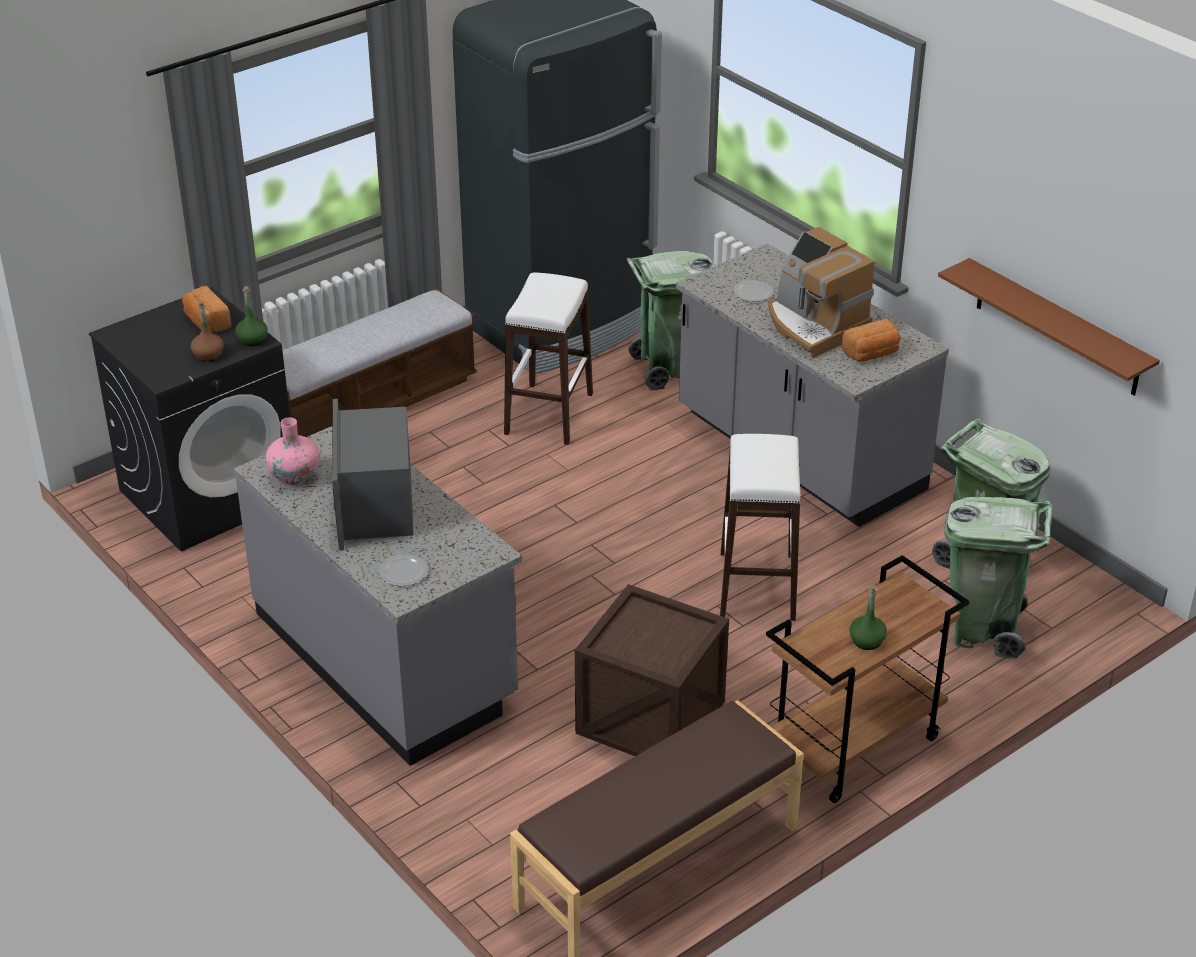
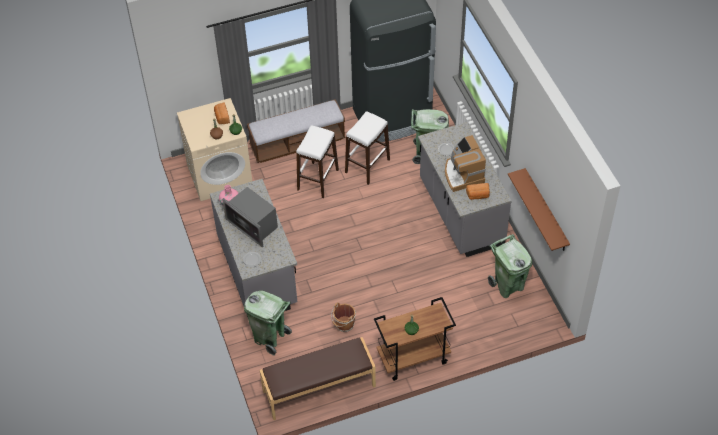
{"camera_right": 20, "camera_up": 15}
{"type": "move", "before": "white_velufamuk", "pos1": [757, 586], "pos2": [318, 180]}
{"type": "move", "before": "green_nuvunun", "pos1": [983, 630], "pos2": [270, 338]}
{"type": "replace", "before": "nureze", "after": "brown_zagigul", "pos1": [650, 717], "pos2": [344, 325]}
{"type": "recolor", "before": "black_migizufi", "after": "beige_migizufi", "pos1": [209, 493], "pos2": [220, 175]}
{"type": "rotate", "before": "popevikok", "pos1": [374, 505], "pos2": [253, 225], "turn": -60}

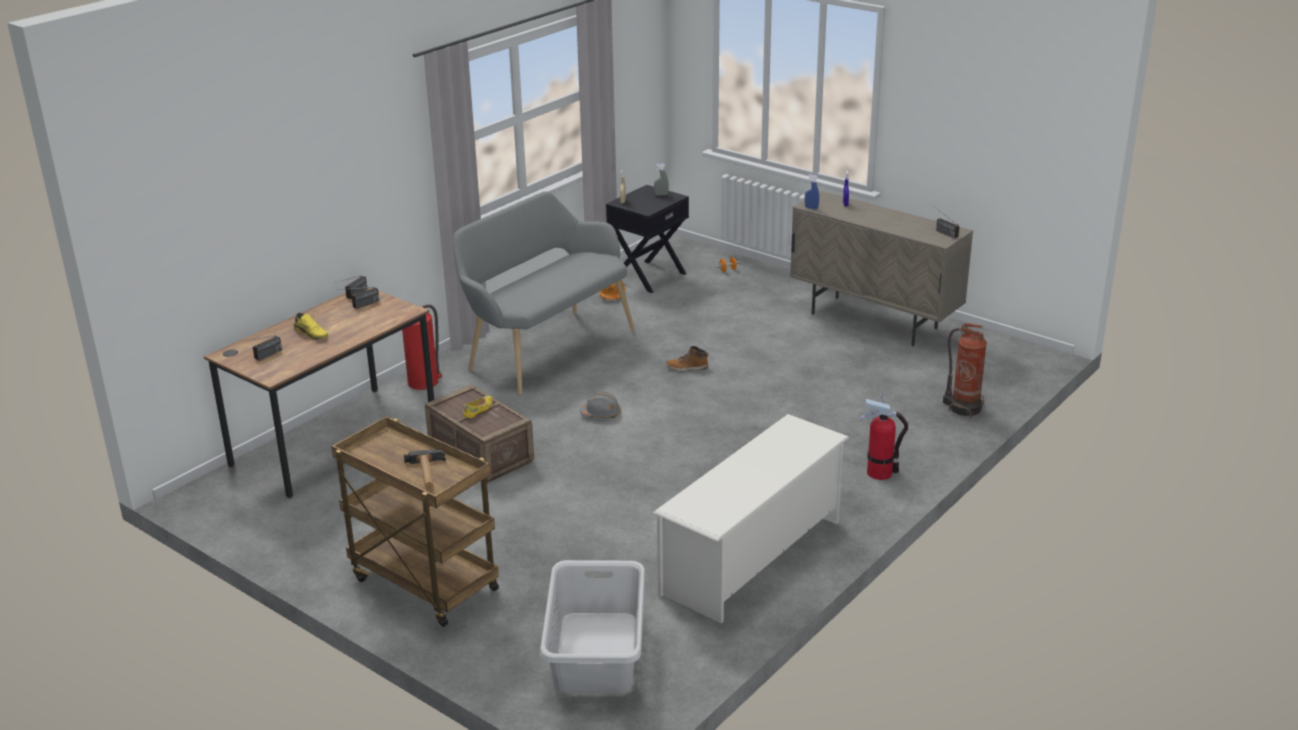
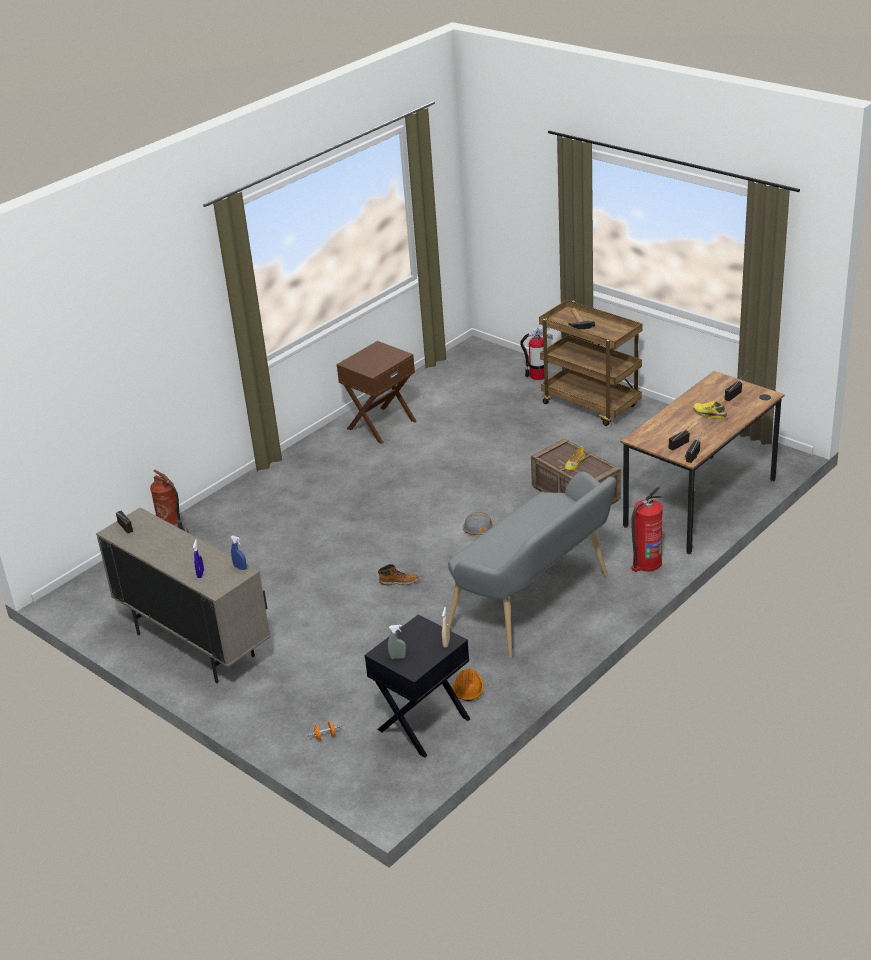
{"camera_right": -175, "camera_up": 5}
{"type": "delete", "before": "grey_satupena", "pos1": [595, 653]}
{"type": "move", "before": "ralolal", "pos1": [879, 473], "pos2": [538, 376]}
{"type": "replace", "before": "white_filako", "after": "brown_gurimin", "pos1": [752, 557], "pos2": [381, 424]}

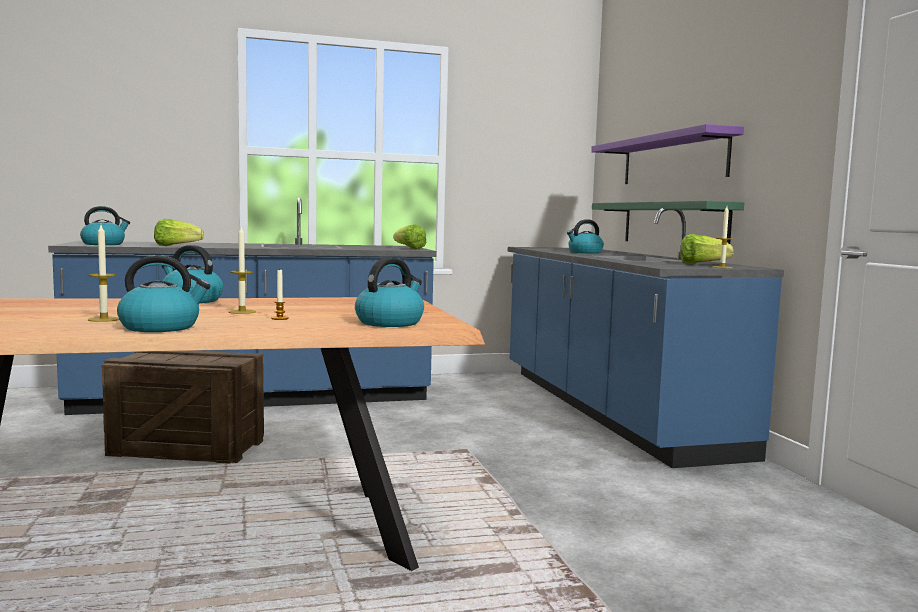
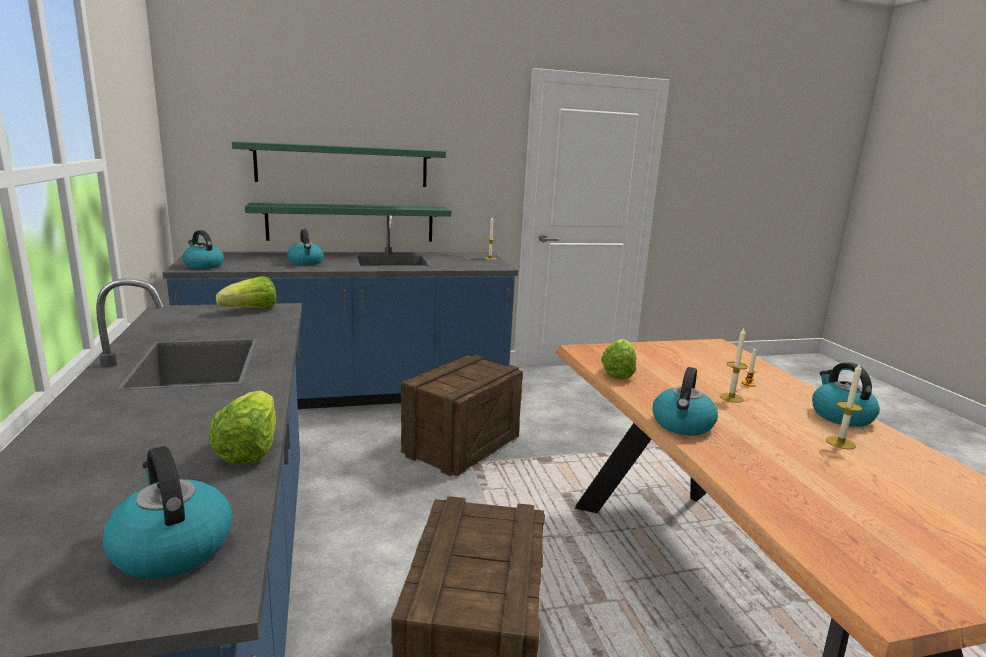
{"camera_right": -90, "camera_up": 10}
{"type": "insert", "after": "nureze", "pos2": [462, 445]}
{"type": "move", "before": "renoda", "pos1": [390, 322], "pos2": [203, 266]}
{"type": "move", "before": "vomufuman", "pos1": [701, 264], "pos2": [618, 372]}
{"type": "recolor", "before": "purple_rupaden", "after": "green_rupaden", "pos1": [672, 159], "pos2": [343, 165]}

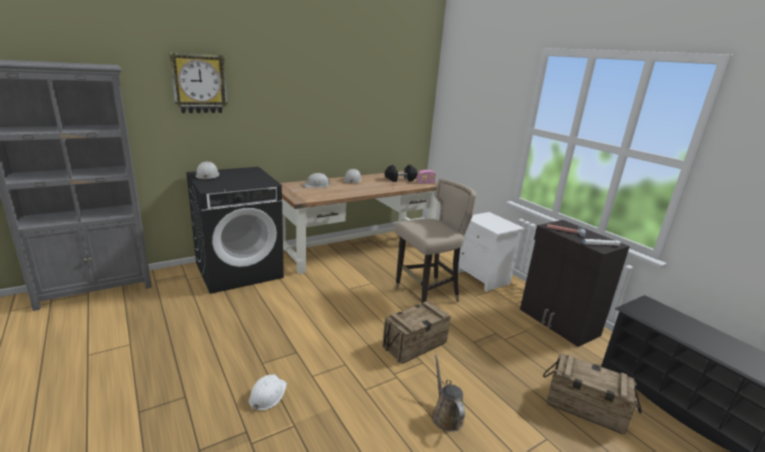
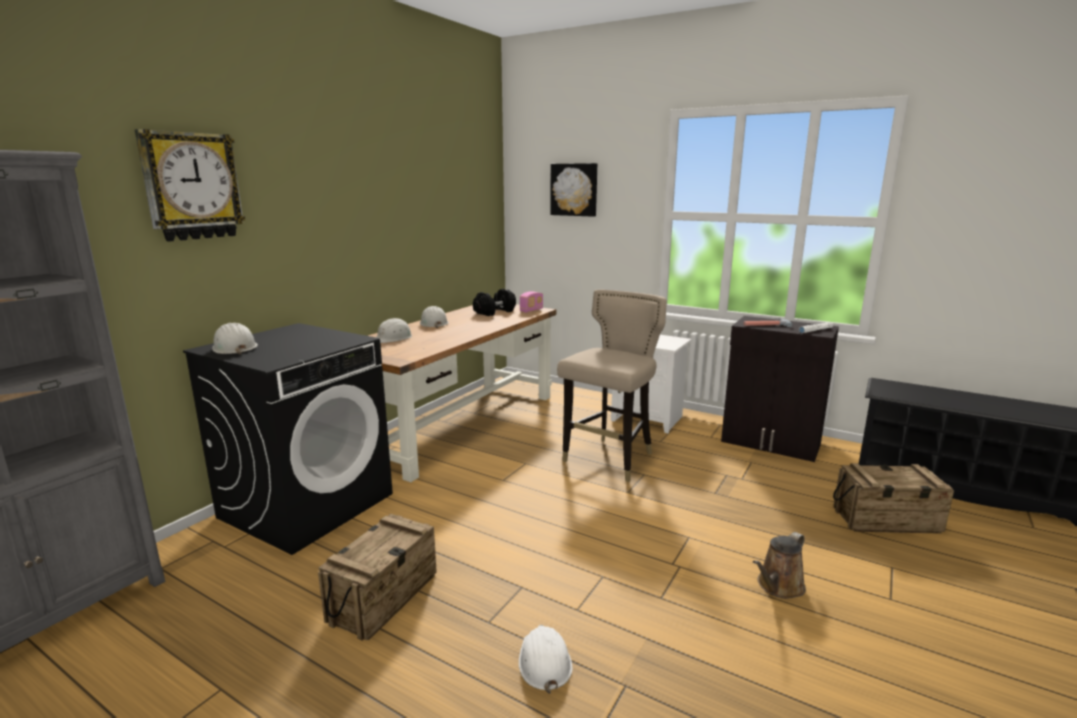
{"camera_right": -25, "camera_up": -5}
{"type": "insert", "after": "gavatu", "pos2": [574, 189]}
{"type": "move", "before": "nureze", "pos1": [414, 345], "pos2": [383, 597]}
{"type": "rotate", "before": "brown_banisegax", "pos1": [446, 415], "pos2": [778, 586], "turn": -90}

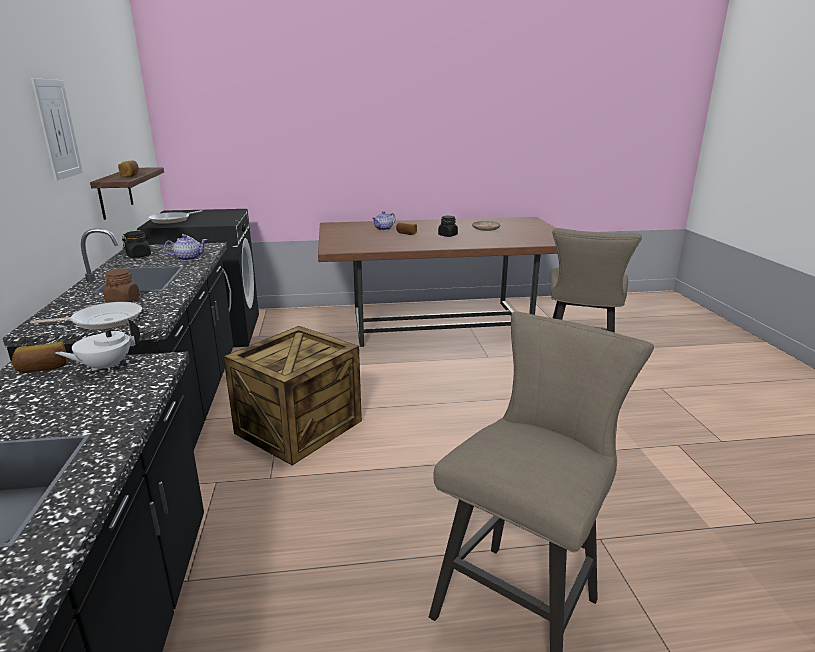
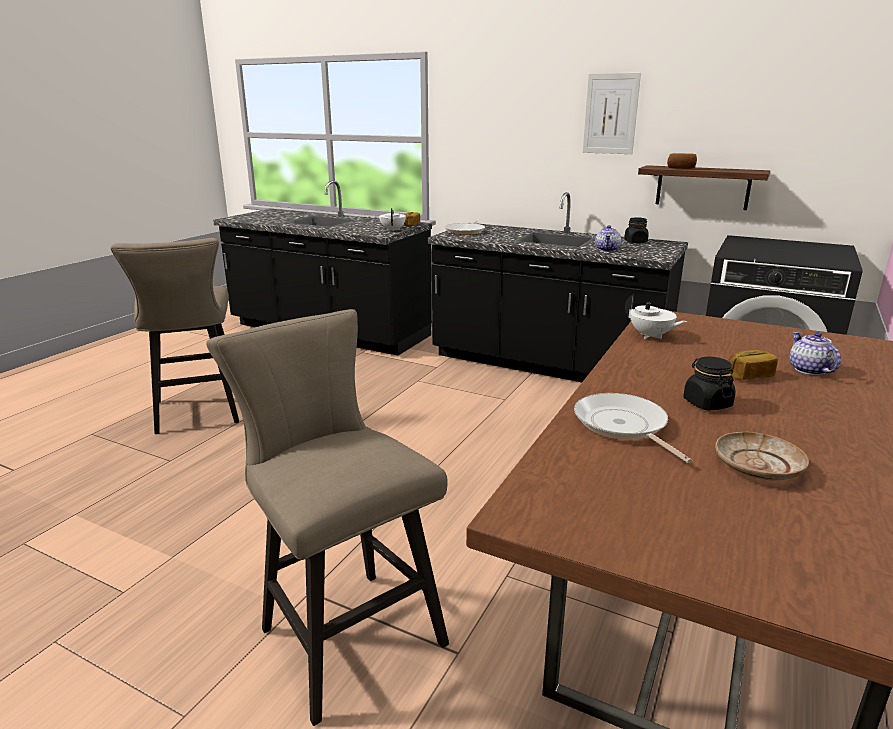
{"camera_right": 125, "camera_up": 0}
{"type": "delete", "before": "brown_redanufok", "pos1": [123, 301]}
{"type": "delete", "before": "nureze", "pos1": [298, 426]}
{"type": "insert", "after": "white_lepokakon", "pos2": [650, 336]}
{"type": "move", "before": "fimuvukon", "pos1": [172, 220], "pos2": [623, 426]}

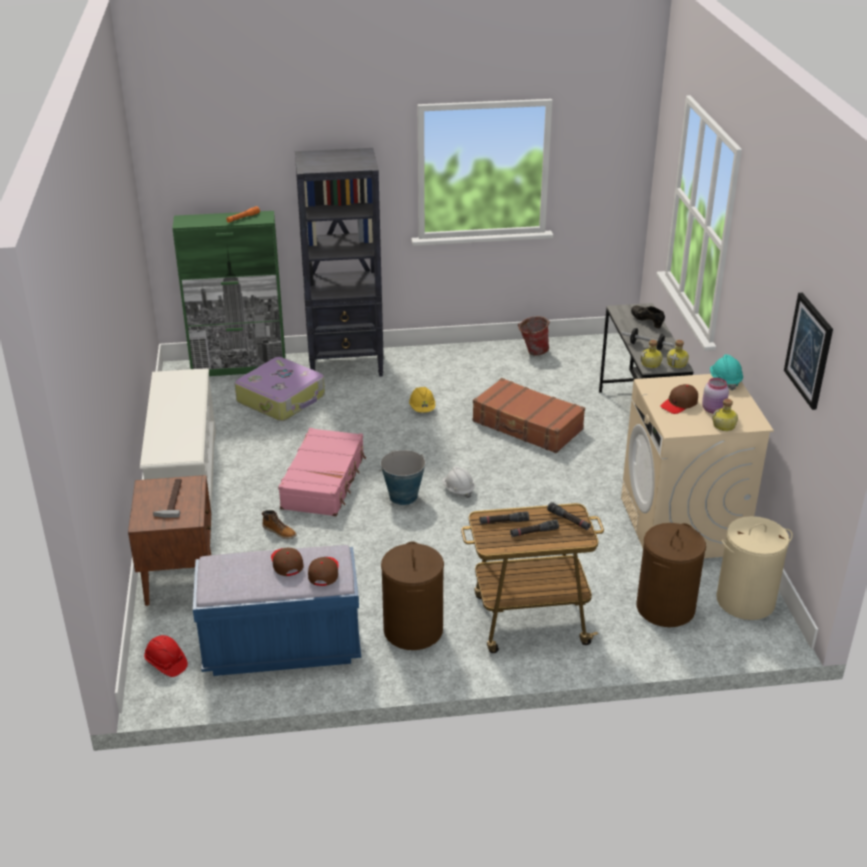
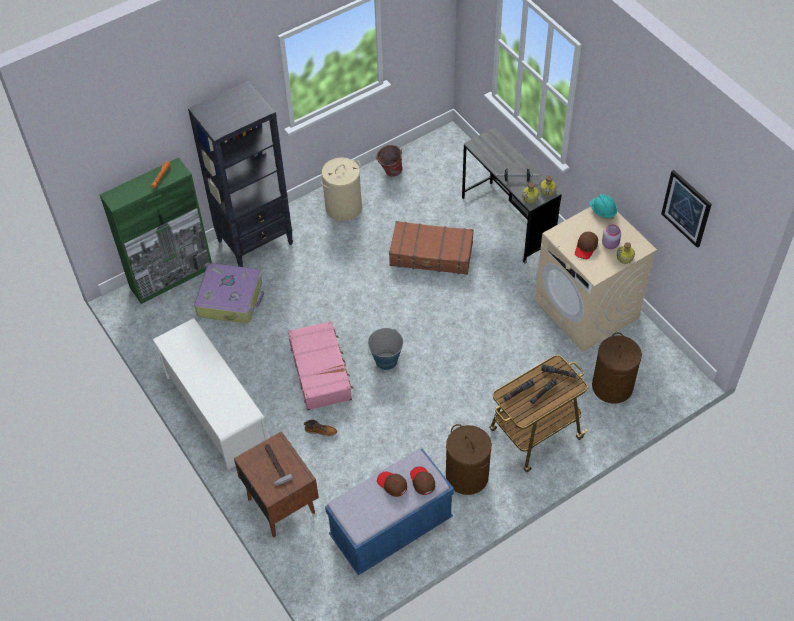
{"camera_right": -25, "camera_up": 20}
{"type": "delete", "before": "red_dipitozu", "pos1": [166, 663]}
{"type": "delete", "before": "yellow_dipitozu", "pos1": [422, 408]}
{"type": "delete", "before": "white_dipitozu", "pos1": [458, 490]}
{"type": "delete", "before": "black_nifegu", "pos1": [647, 322]}
{"type": "move", "before": "beige_satupena", "pos1": [745, 601], "pos2": [343, 207]}

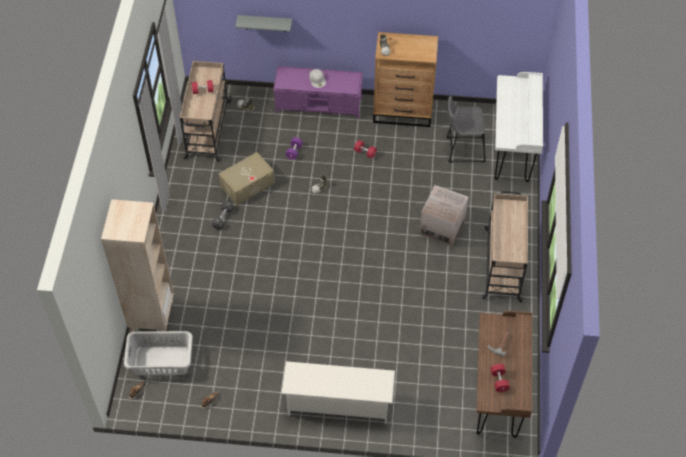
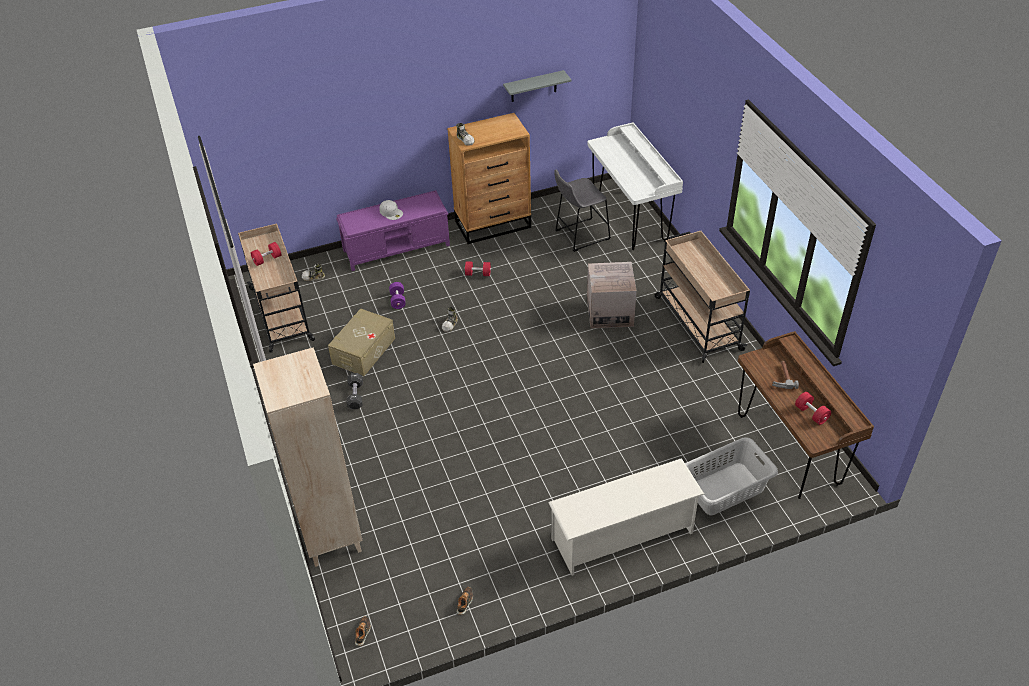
{"camera_right": -25, "camera_up": -10}
{"type": "move", "before": "grey_satupena", "pos1": [161, 361], "pos2": [725, 489]}
{"type": "move", "before": "grey_rupaden", "pos1": [265, 23], "pos2": [533, 86]}

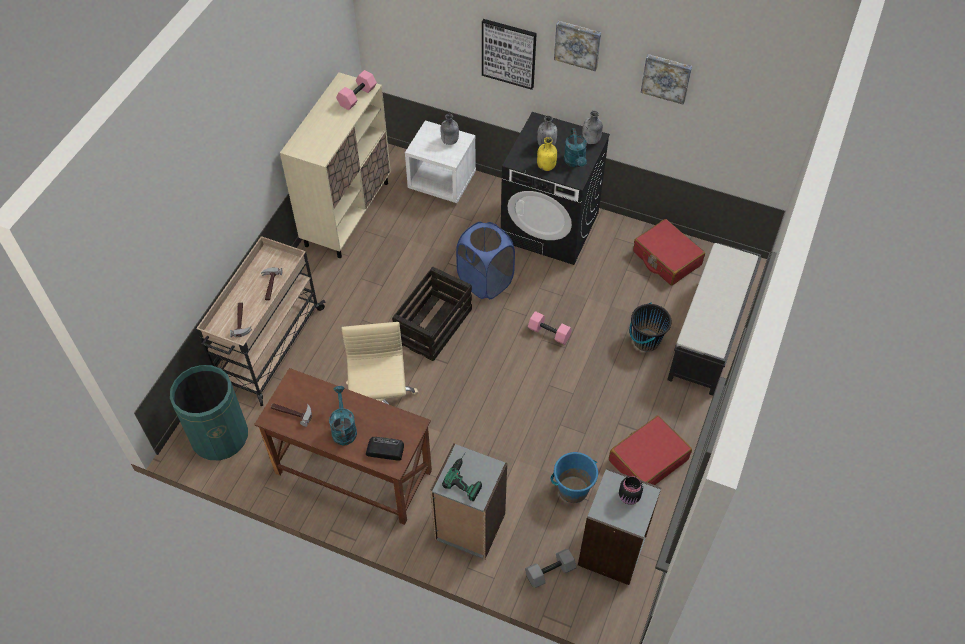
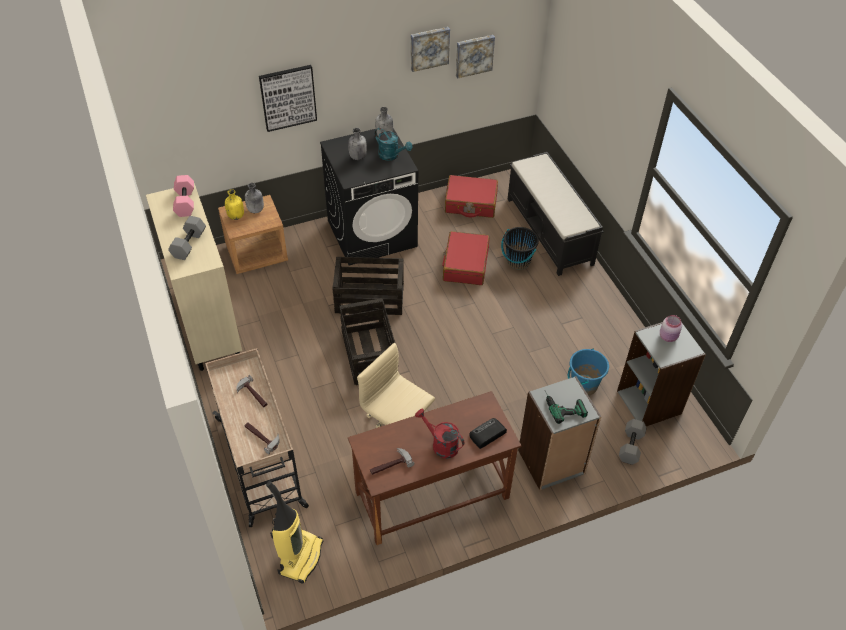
{"camera_right": -45, "camera_up": -5}
{"type": "delete", "before": "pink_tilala", "pos1": [550, 333]}
{"type": "insert", "after": "grey_tilala", "pos2": [188, 244]}
{"type": "move", "before": "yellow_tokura", "pos1": [546, 166], "pos2": [236, 216]}
{"type": "move", "before": "gavatu", "pos1": [578, 44], "pos2": [474, 55]}
{"type": "move", "before": "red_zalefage", "pos1": [648, 459], "pos2": [465, 264]}
{"type": "replace", "before": "green_nuvunun", "after": "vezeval", "pos1": [220, 436], "pos2": [300, 556]}
{"type": "replace", "before": "blue_satupena", "after": "nureze", "pos1": [485, 281], "pos2": [370, 298]}
{"type": "recolor", "before": "turquoise_banisegax", "after": "red_banisegax", "pos1": [343, 428], "pos2": [441, 444]}
{"type": "recolor", "before": "white_gurimin", "after": "brown_gurimin", "pos1": [442, 181], "pos2": [257, 253]}
{"type": "recolor", "before": "black_redanufok", "after": "pink_redanufok", "pos1": [629, 497], "pos2": [668, 337]}

